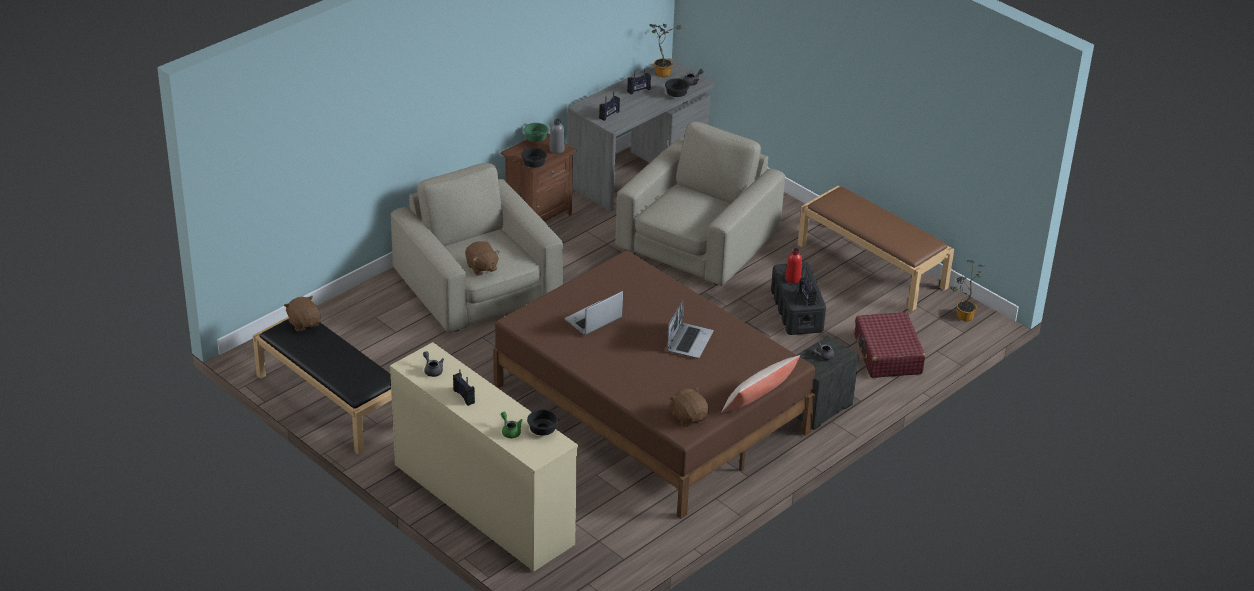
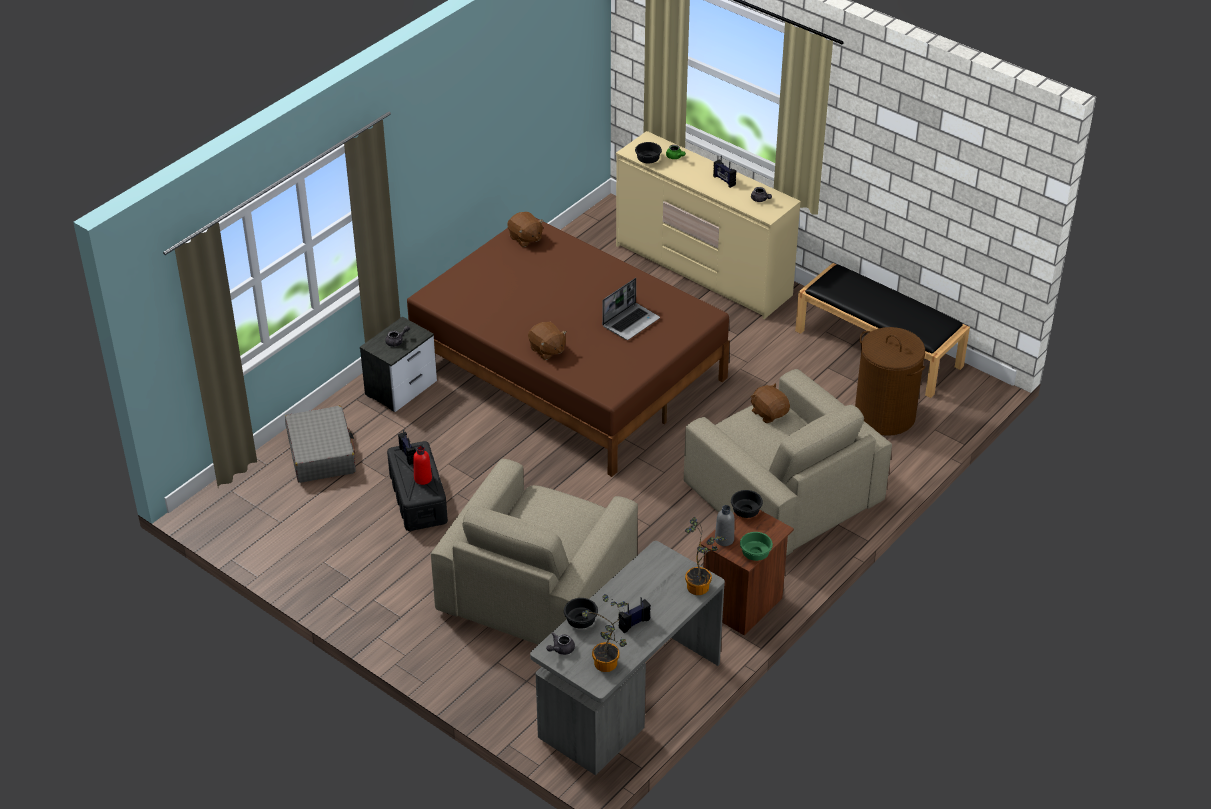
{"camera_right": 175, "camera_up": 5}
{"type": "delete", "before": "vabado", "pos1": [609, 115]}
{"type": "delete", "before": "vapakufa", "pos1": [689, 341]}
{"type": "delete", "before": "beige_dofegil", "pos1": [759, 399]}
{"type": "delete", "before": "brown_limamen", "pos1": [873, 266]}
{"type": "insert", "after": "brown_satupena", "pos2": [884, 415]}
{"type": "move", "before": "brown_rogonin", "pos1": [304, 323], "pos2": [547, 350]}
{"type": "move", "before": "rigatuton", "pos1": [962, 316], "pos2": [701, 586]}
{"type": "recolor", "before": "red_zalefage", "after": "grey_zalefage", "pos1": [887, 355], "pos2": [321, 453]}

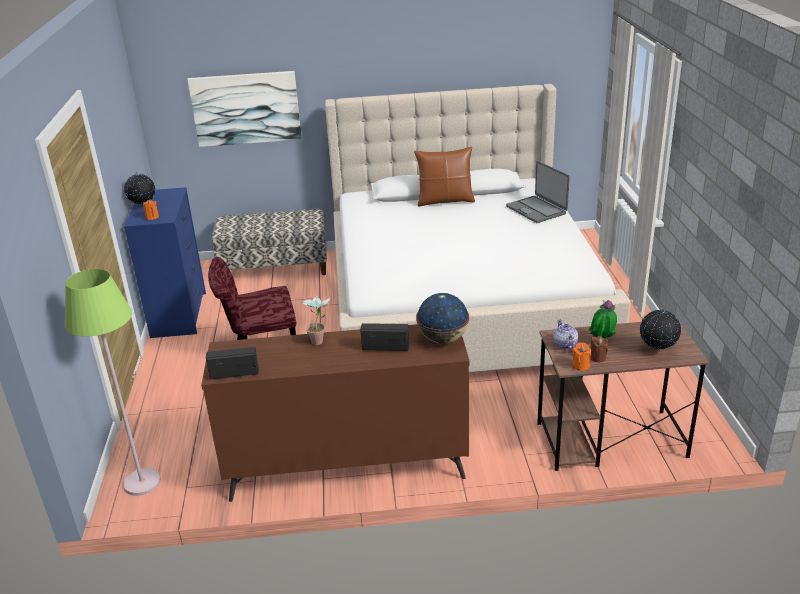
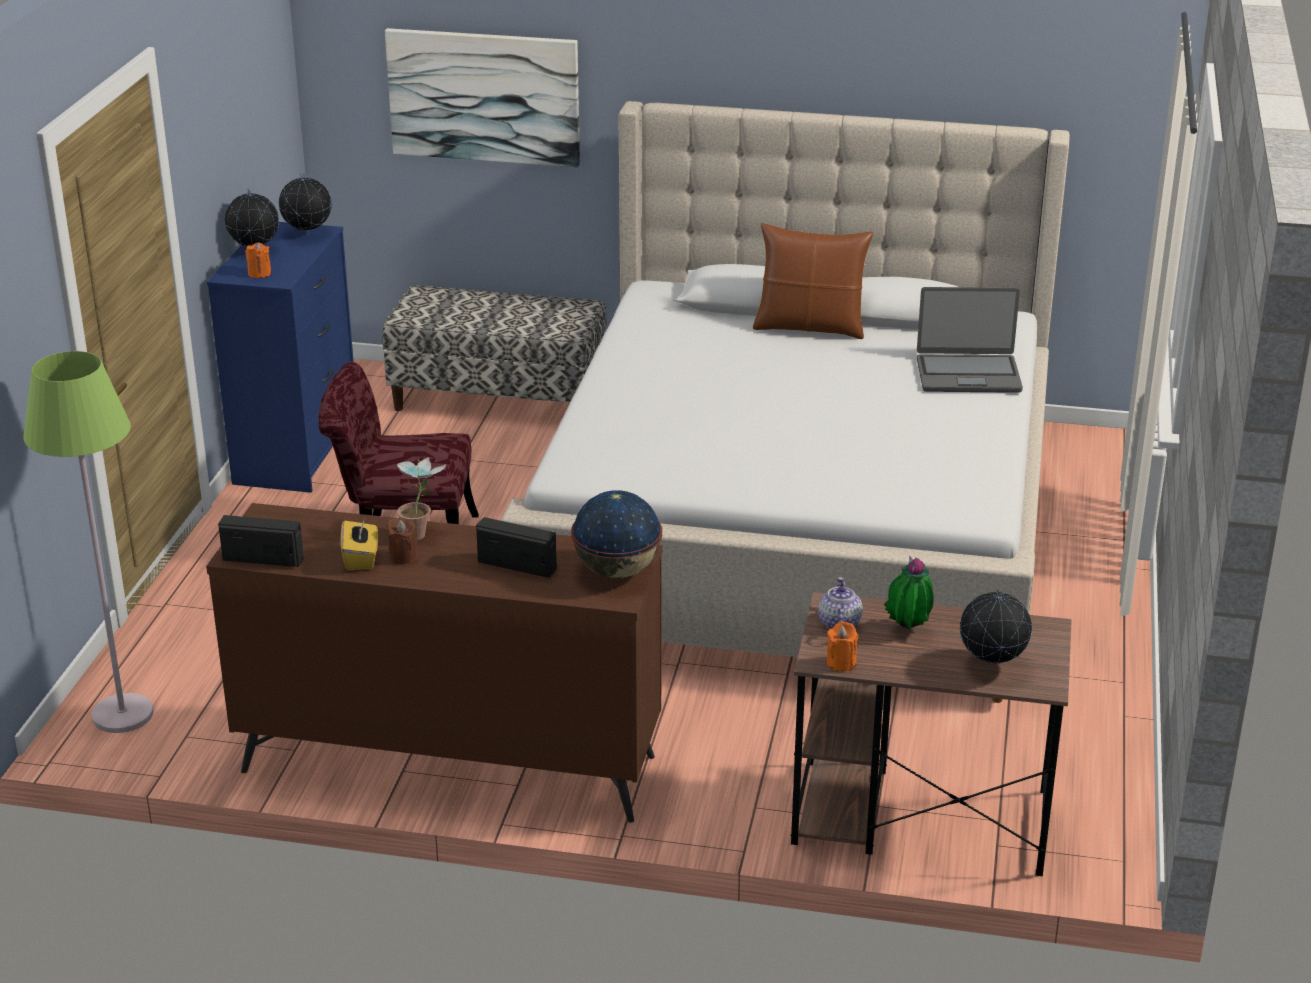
{"camera_right": 15, "camera_up": 0}
{"type": "insert", "after": "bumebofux", "pos2": [307, 235]}
{"type": "insert", "after": "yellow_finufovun", "pos2": [361, 558]}
{"type": "move", "before": "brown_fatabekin", "pos1": [597, 357], "pos2": [403, 556]}
{"type": "rotate", "before": "vapakufa", "pos1": [536, 210], "pos2": [968, 374], "turn": -75}

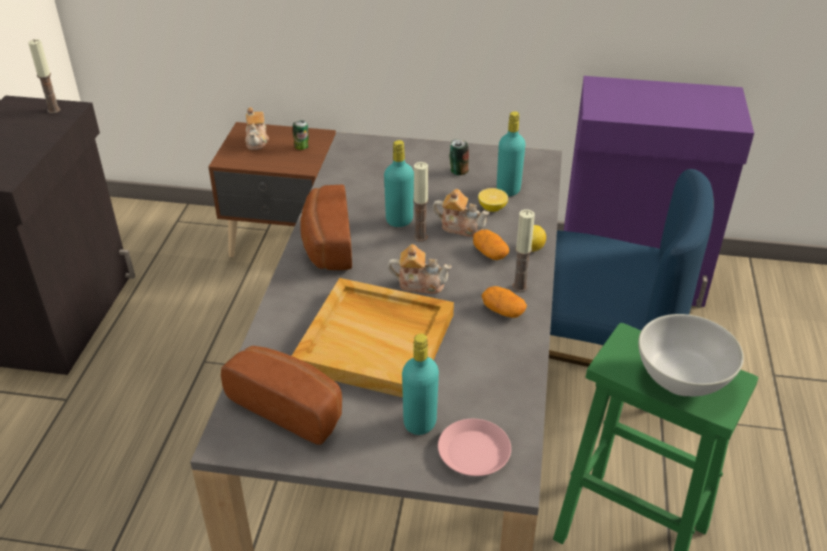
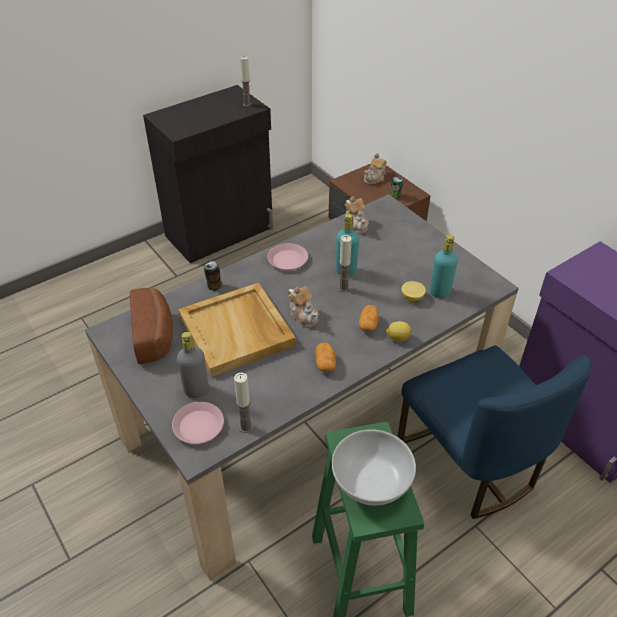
{"camera_right": 45, "camera_up": 5}
{"type": "move", "before": "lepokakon", "pos1": [461, 227], "pos2": [356, 224]}
{"type": "move", "before": "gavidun", "pos1": [458, 171], "pos2": [214, 286]}
{"type": "move", "before": "fatabekin", "pos1": [519, 287], "pos2": [246, 427]}
{"type": "replace", "before": "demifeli", "after": "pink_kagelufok", "pos1": [326, 244], "pos2": [288, 260]}
{"type": "recolor", "before": "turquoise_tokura", "after": "grey_tokura", "pos1": [420, 423], "pos2": [196, 390]}

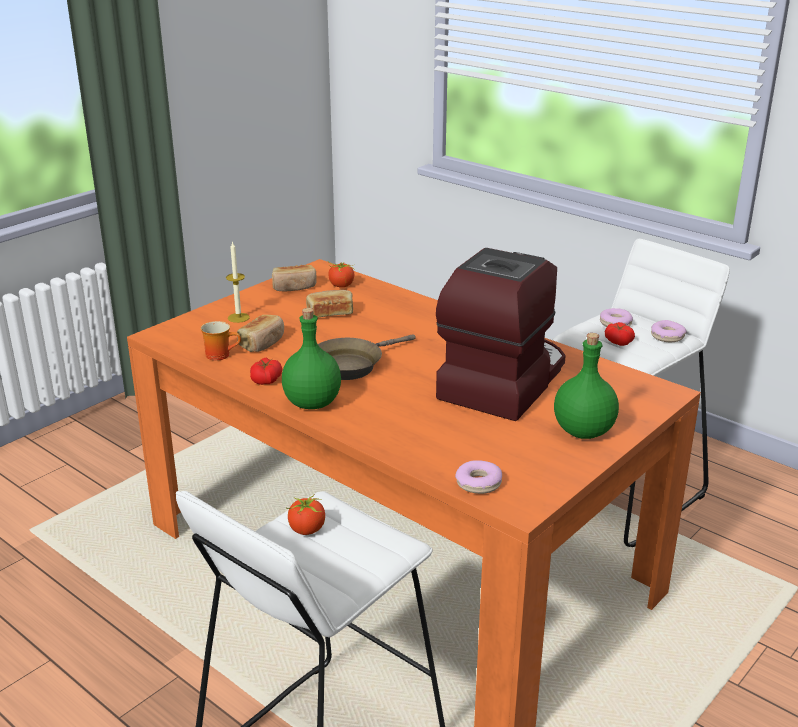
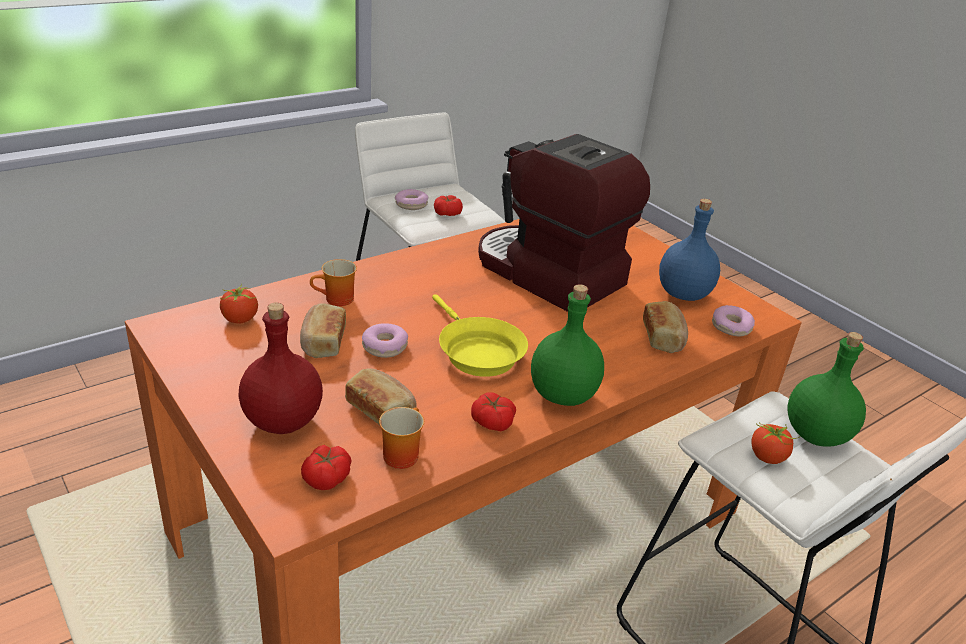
{"camera_right": -80, "camera_up": 5}
{"type": "insert", "after": "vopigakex", "pos2": [327, 477]}
{"type": "insert", "after": "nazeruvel", "pos2": [336, 300]}
{"type": "insert", "after": "blue_tokura", "pos2": [682, 293]}
{"type": "move", "before": "demifeli", "pos1": [294, 287], "pos2": [663, 337]}
{"type": "move", "before": "green_tokura", "pos1": [582, 431], "pos2": [816, 436]}
{"type": "move", "before": "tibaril", "pos1": [667, 336], "pos2": [385, 346]}
{"type": "replace", "before": "fatabekin", "after": "red_tokura", "pos1": [238, 317], "pos2": [283, 422]}
{"type": "recolor", "before": "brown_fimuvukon", "after": "yellow_fimuvukon", "pos1": [351, 365], "pos2": [477, 352]}

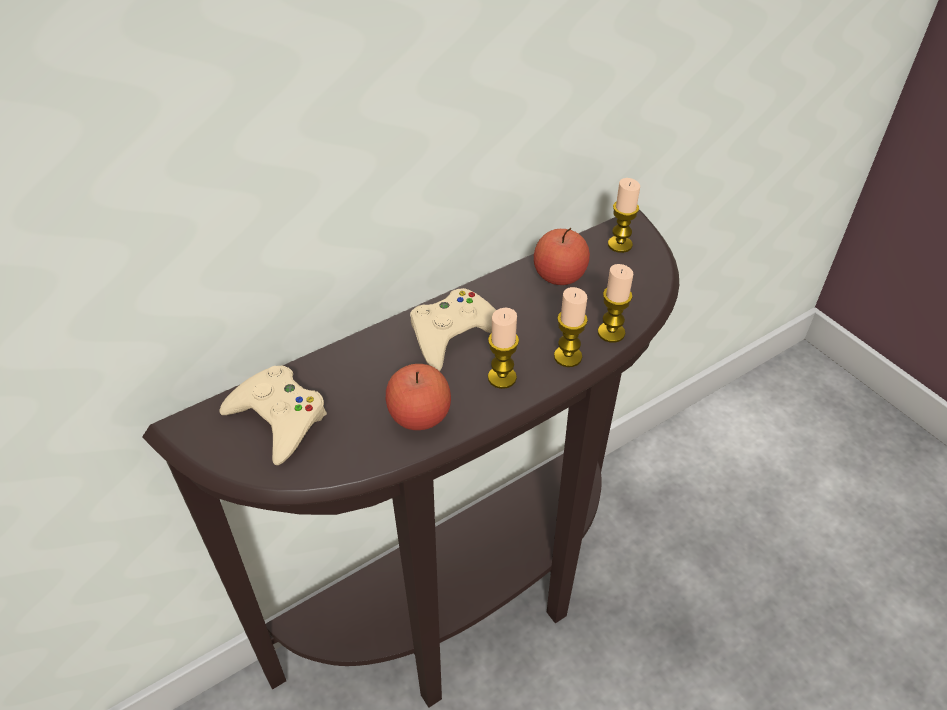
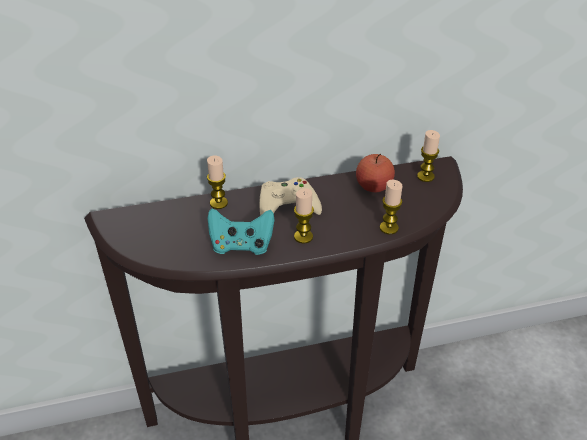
{"camera_right": 20, "camera_up": -5}
{"type": "delete", "before": "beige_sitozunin", "pos1": [278, 418]}
{"type": "move", "before": "fatabekin", "pos1": [567, 357], "pos2": [218, 203]}
{"type": "replace", "before": "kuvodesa", "after": "turquoise_sitozunin", "pos1": [419, 416], "pos2": [241, 245]}

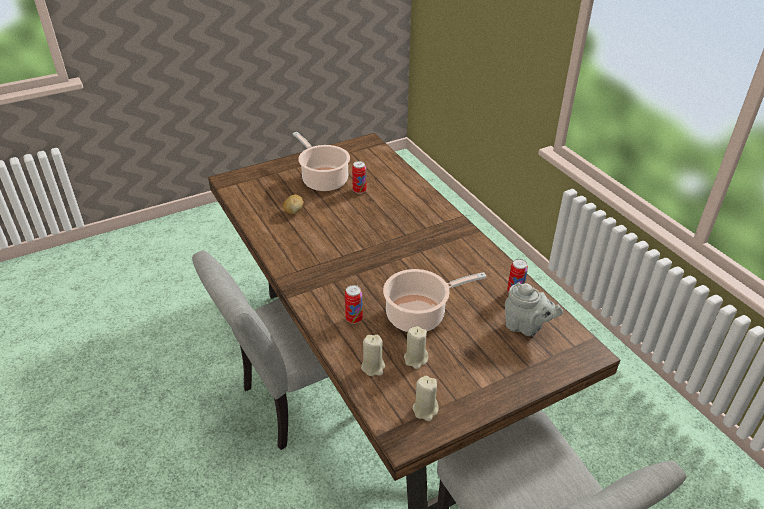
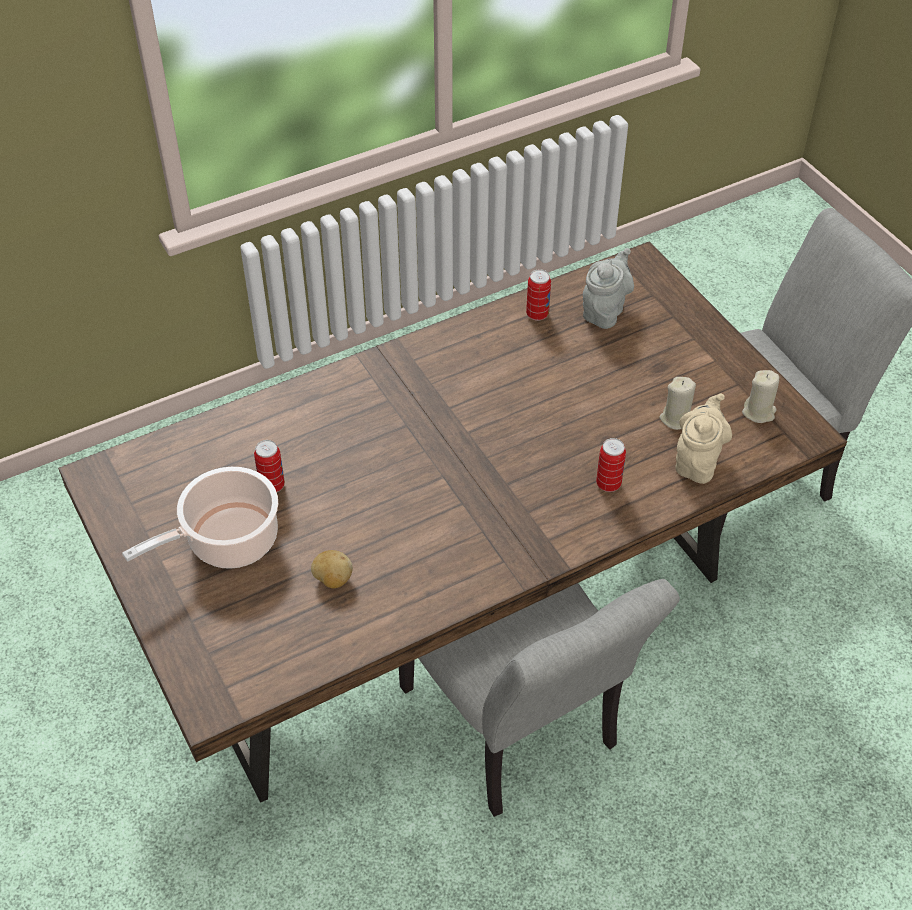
{"camera_right": -90, "camera_up": 10}
{"type": "delete", "before": "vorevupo", "pos1": [419, 315]}
{"type": "replace", "before": "beige_fatabekin", "after": "beige_lepokakon", "pos1": [373, 367], "pos2": [697, 461]}

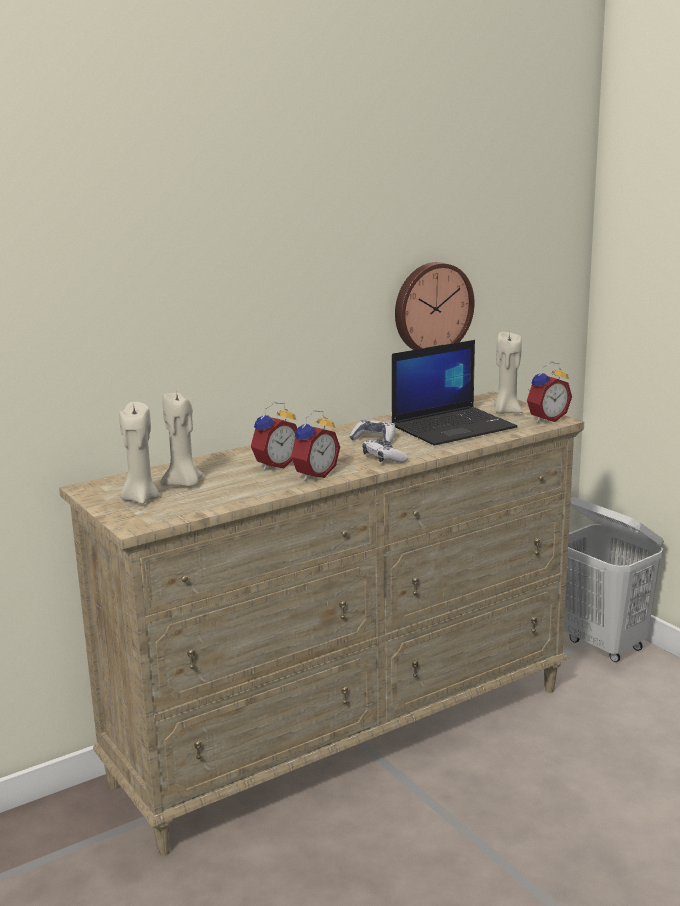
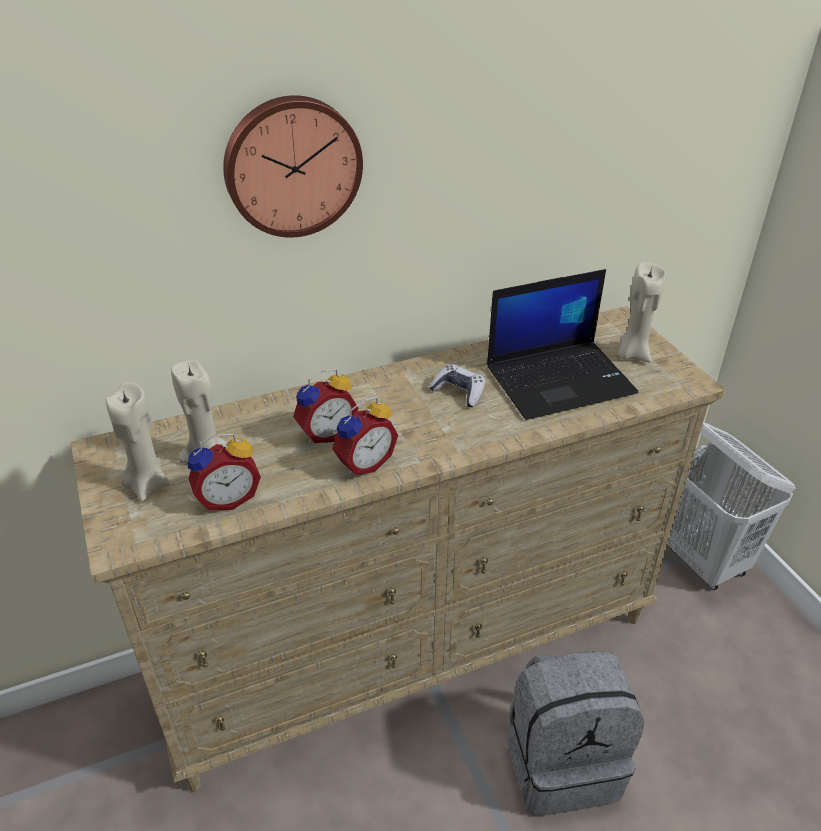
{"camera_right": 10, "camera_up": 20}
{"type": "delete", "before": "sitozunin", "pos1": [383, 459]}
{"type": "insert", "after": "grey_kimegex", "pos2": [562, 762]}
{"type": "move", "before": "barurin", "pos1": [431, 308], "pos2": [292, 166]}
{"type": "move", "before": "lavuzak", "pos1": [546, 419], "pos2": [228, 498]}

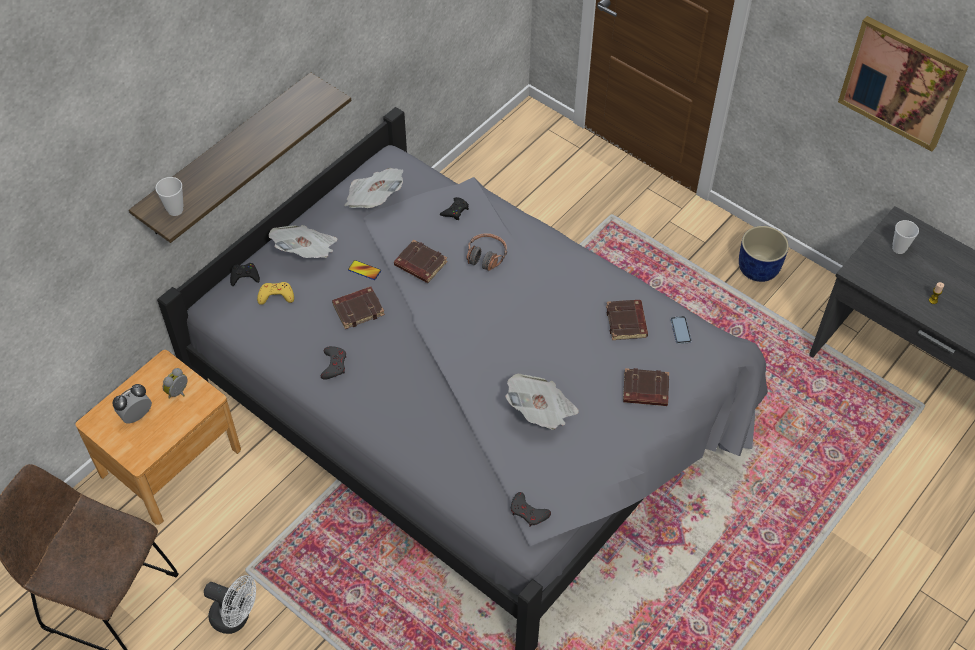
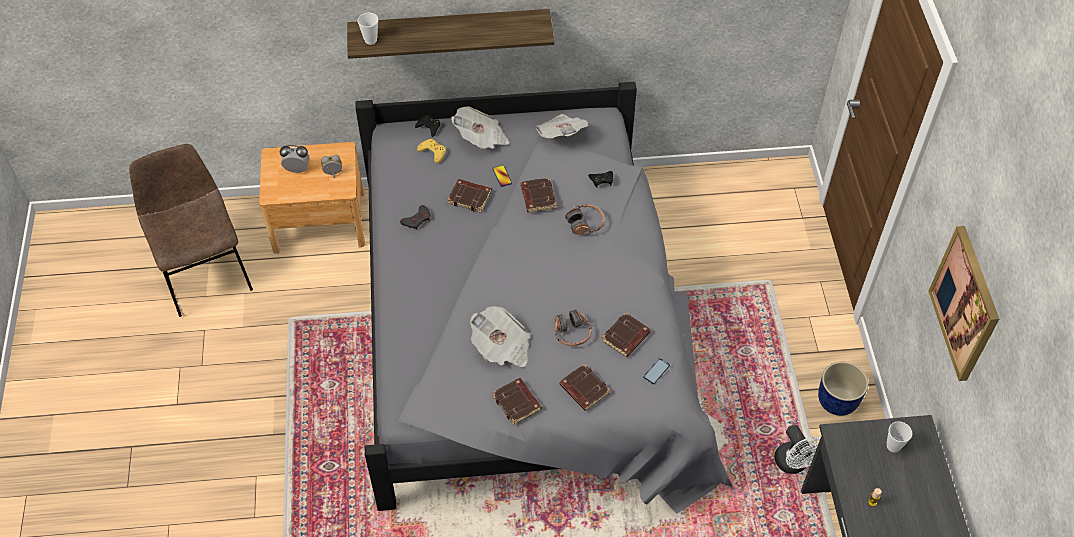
{"camera_right": 45, "camera_up": 0}
{"type": "delete", "before": "grey_sitozunin", "pos1": [528, 512]}
{"type": "insert", "after": "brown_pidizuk", "pos2": [517, 403]}
{"type": "insert", "after": "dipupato", "pos2": [572, 333]}
{"type": "move", "before": "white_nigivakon", "pos1": [236, 618], "pos2": [794, 464]}

